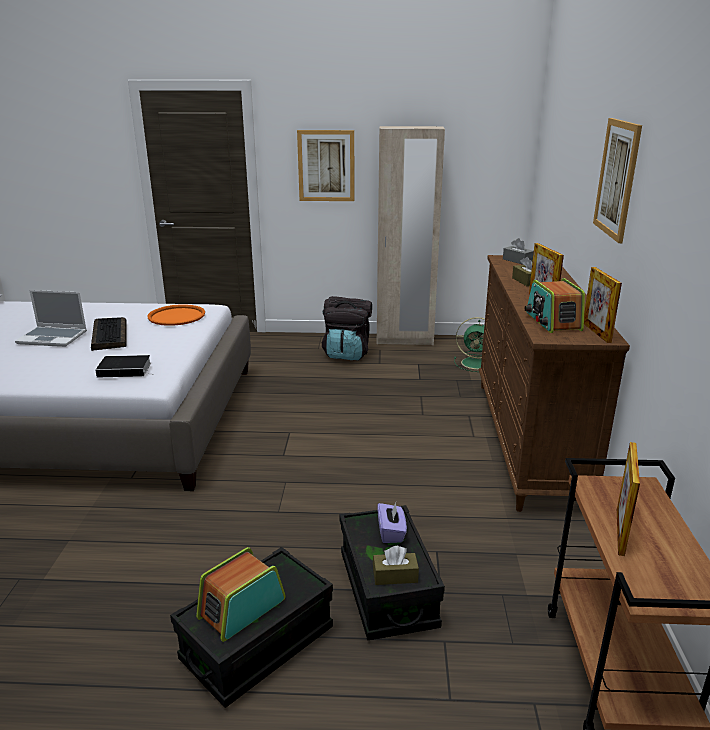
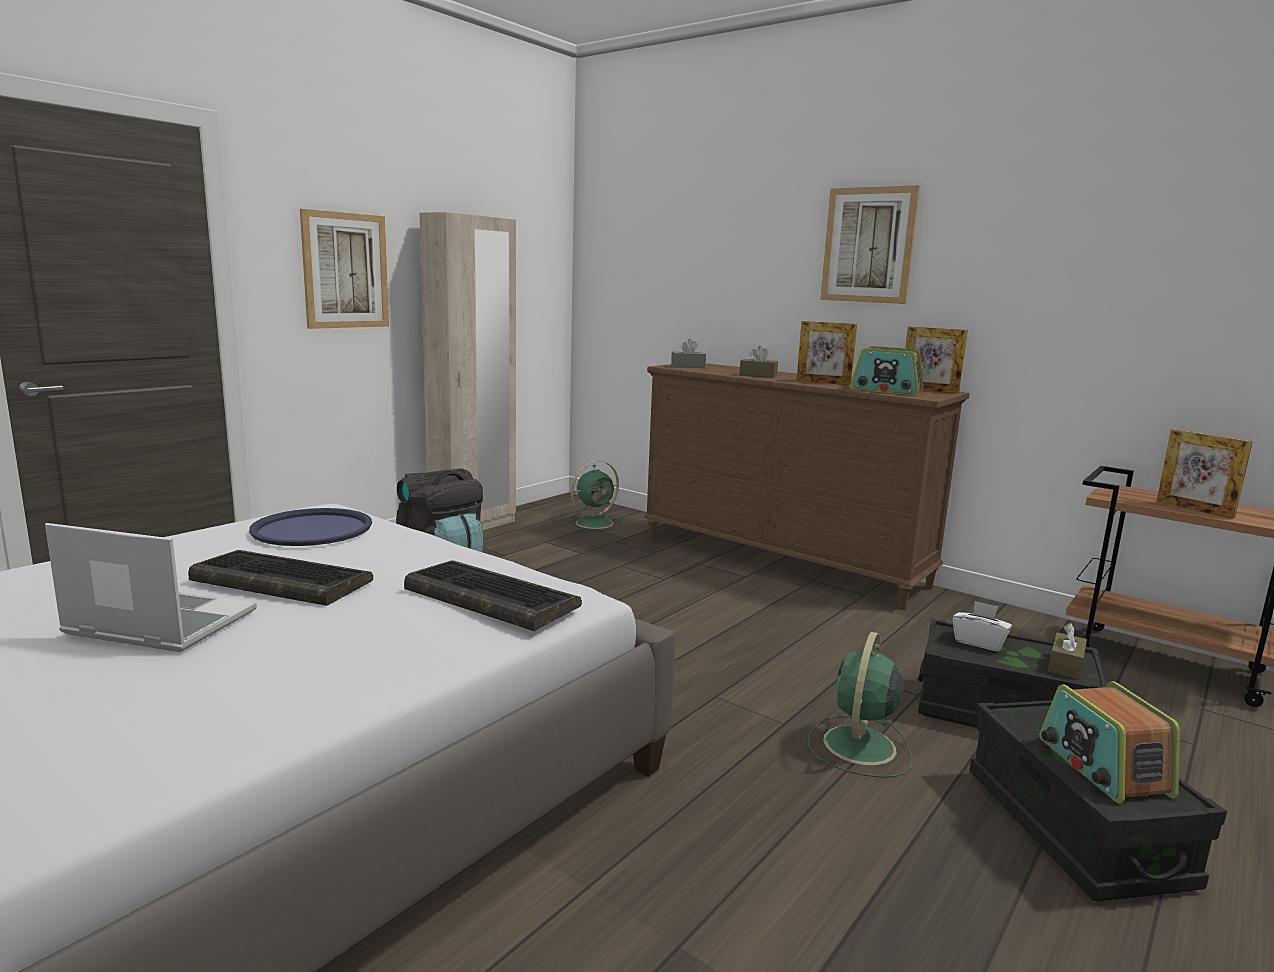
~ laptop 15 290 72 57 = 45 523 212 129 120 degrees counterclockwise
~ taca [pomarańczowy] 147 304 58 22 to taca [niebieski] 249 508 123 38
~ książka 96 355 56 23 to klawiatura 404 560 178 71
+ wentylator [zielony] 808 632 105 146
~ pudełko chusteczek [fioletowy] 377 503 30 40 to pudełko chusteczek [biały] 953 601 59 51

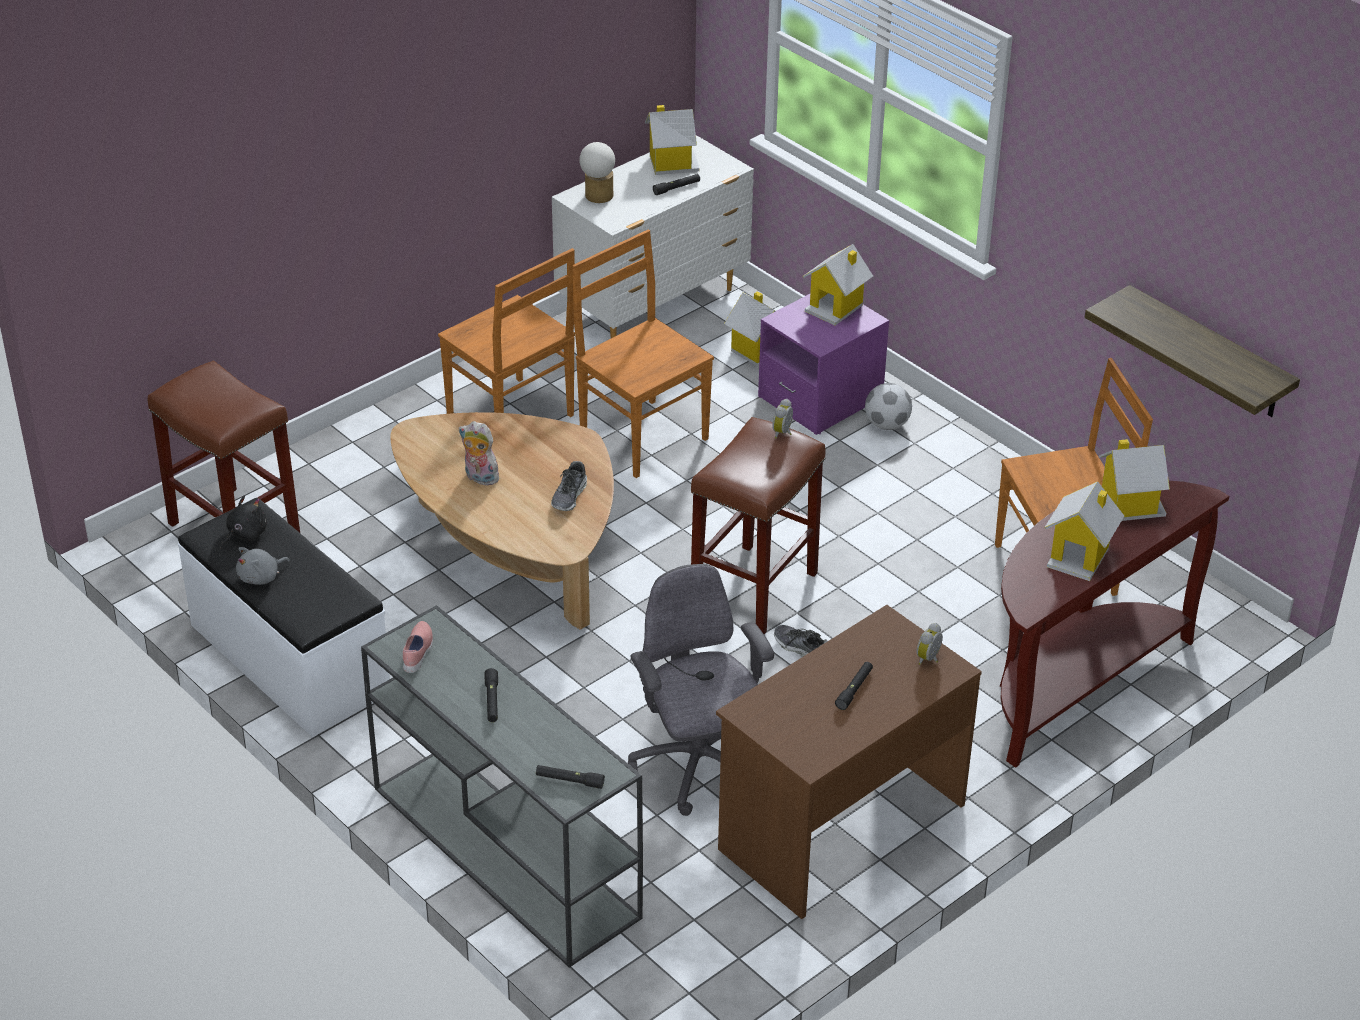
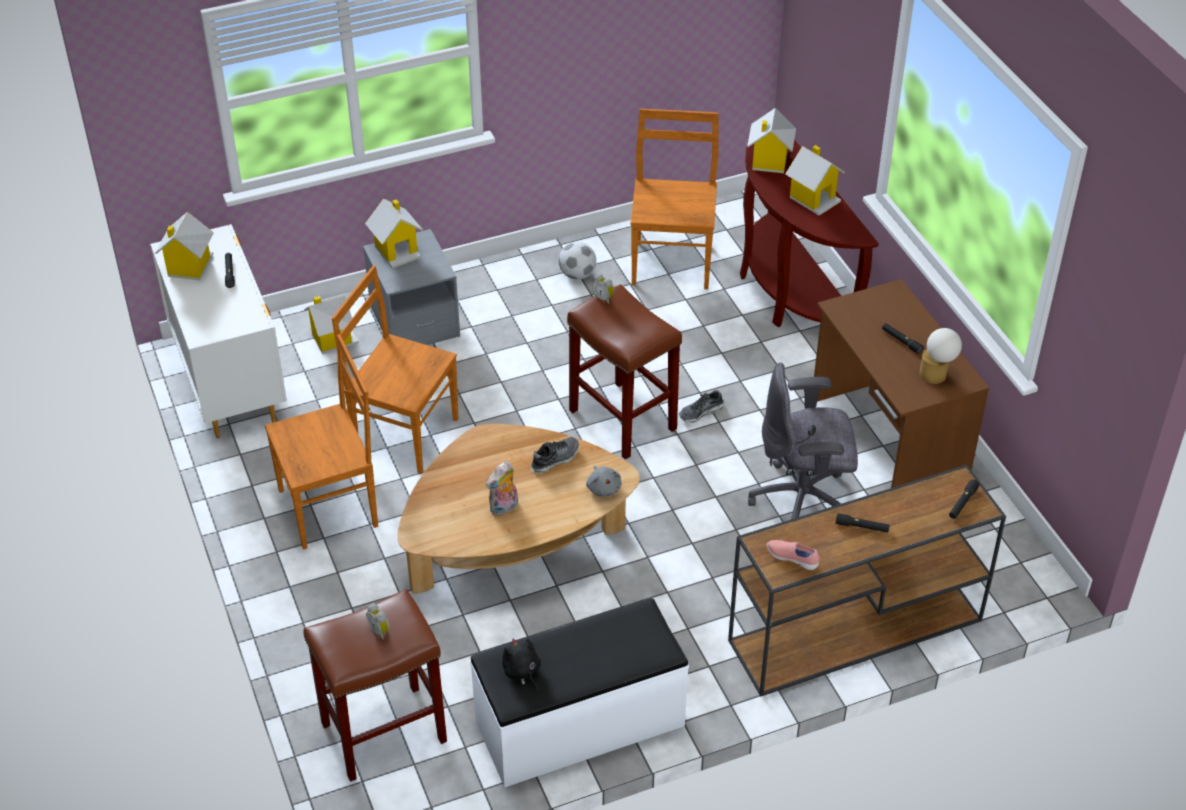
~ krzesło [brązowy] 572 230 142 248 = 332 265 126 209 45 degrees clockwise
~ szafka nocna [fioletowy] 758 294 131 141 to szafka nocna [szary] 363 229 97 116
~ budzik 916 623 27 42 to 366 604 24 36
~ but 551 461 36 50 = 531 437 48 37 75 degrees counterclockwise
~ piłka futbolowa 865 383 47 47 to 559 242 37 38
~ pluszak [szary] 236 547 54 38 to 586 465 35 32
~ stolik konsolowy [szary] 361 605 282 363 to stolik konsolowy [brązowy] 728 465 278 231
~ lampa stołowa 579 142 36 61 to 919 328 43 56
- półka 1085 285 215 132

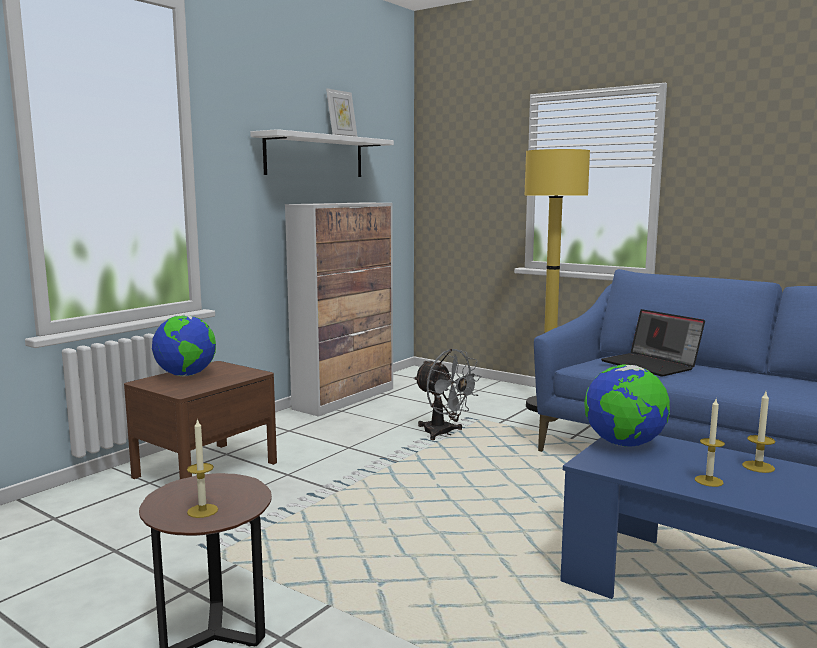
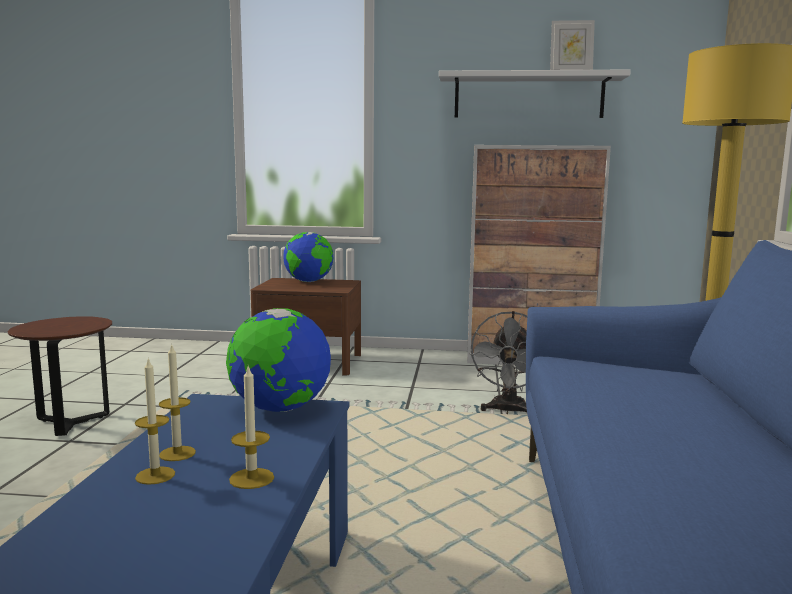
~ świeca 187 418 31 100 to 135 357 40 128
- laptop 601 309 104 67

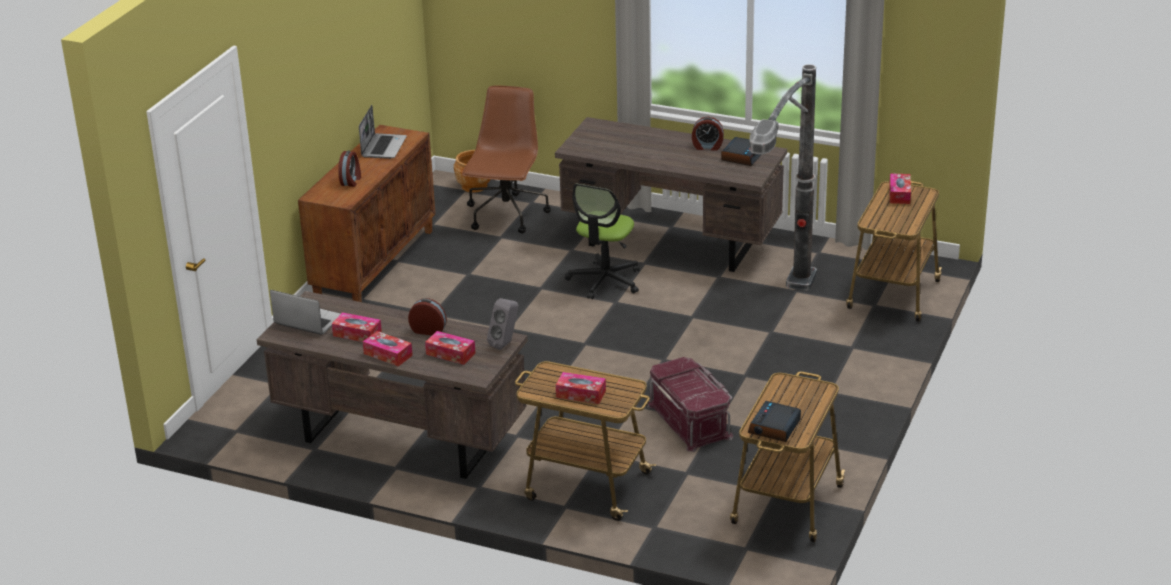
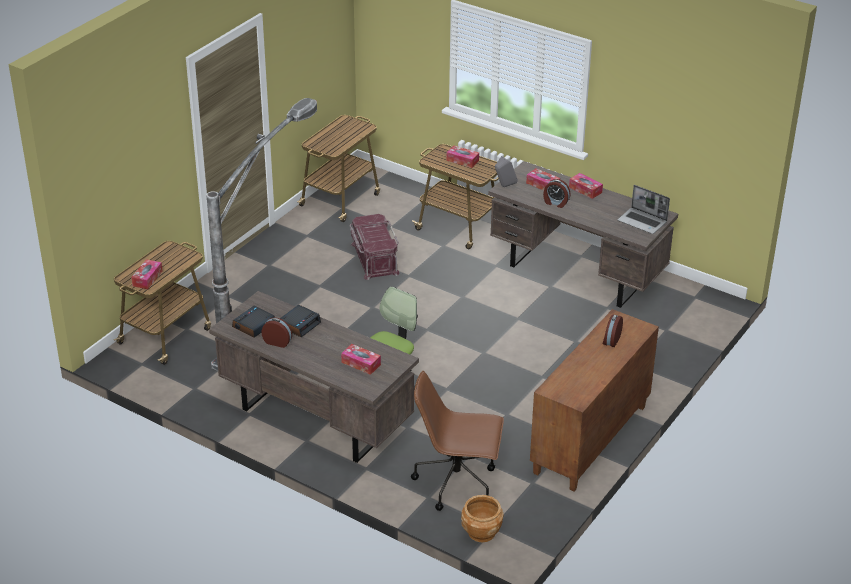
~ budzik 748 401 53 41 to 280 305 41 32
~ pudełko chusteczek 332 312 50 30 to 341 344 40 31
~ krzesło biurowe [brązowy] 462 85 89 148 = 411 371 93 140 75 degrees clockwise
- laptop 359 105 48 54

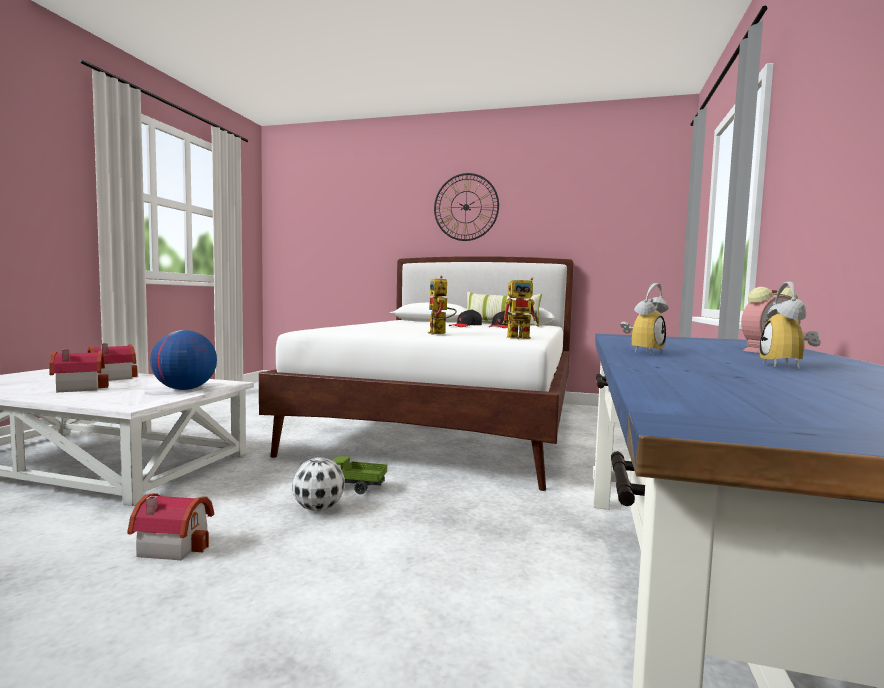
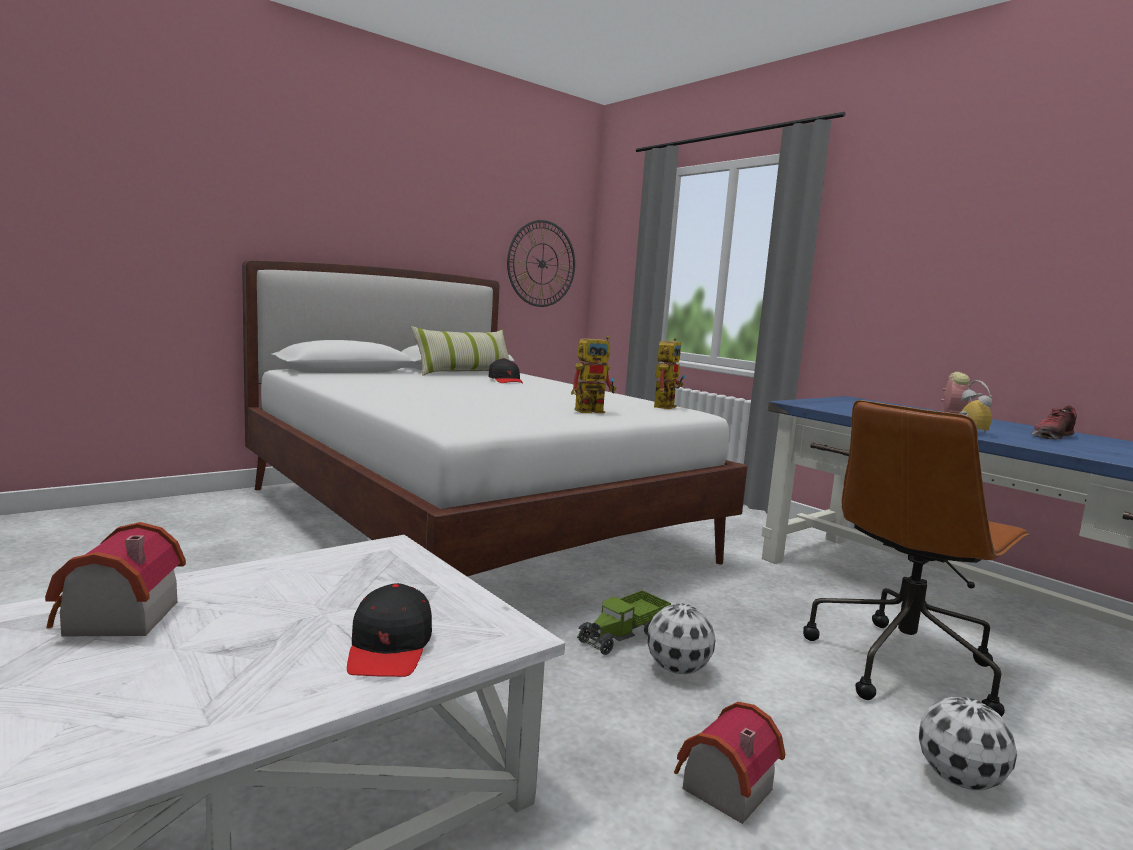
~ czapka z daszkiem [czarny] 449 309 33 18 to 347 583 85 94
~ zegar ścienny 434 173 65 68 to 507 220 68 87
~ robot zabawkowy 428 276 29 58 = 571 336 45 77 45 degrees counterclockwise
+ krzesło biurowe [brązowy] 803 400 228 317
+ piłka futbolowa 919 697 98 94
~ budzik 759 282 62 87 to but 1031 405 46 34
- domek 50 349 59 44
- globus 150 330 67 60

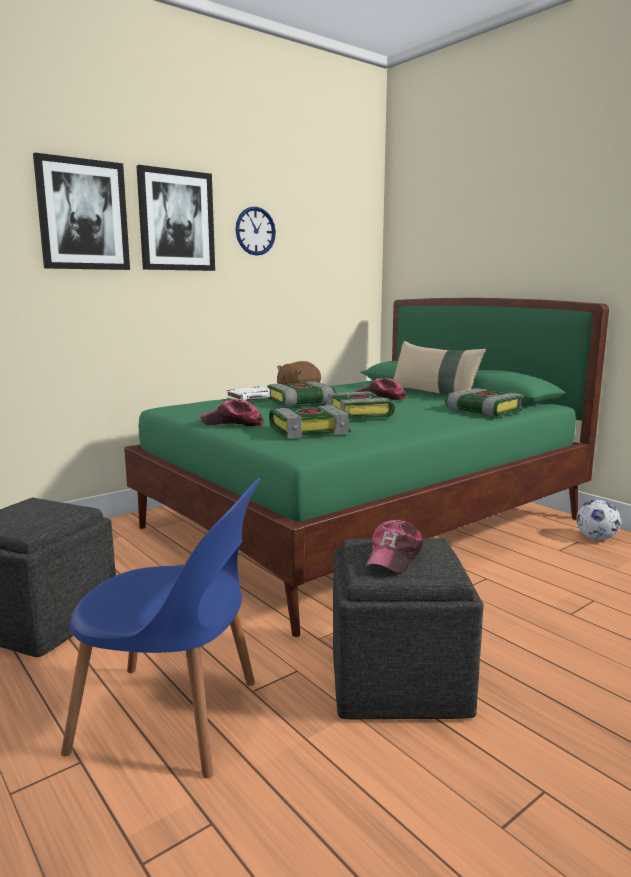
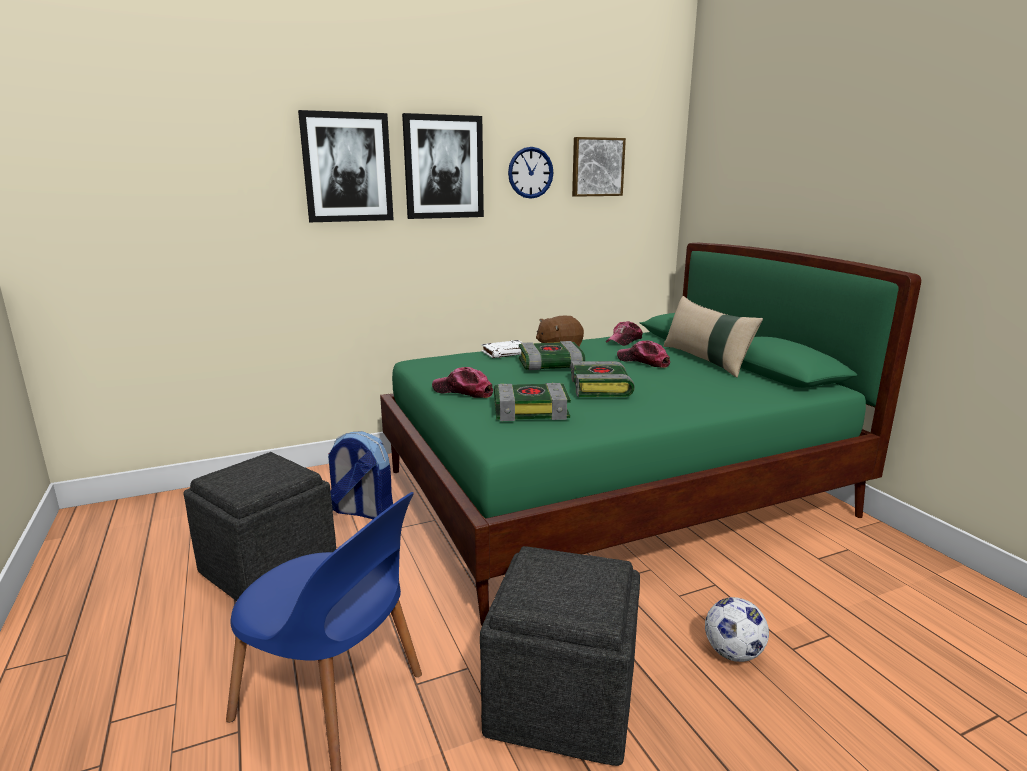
+ plecak 328 431 65 88
+ obraz 572 137 54 60
~ czapka z daszkiem 365 520 59 54 to 606 321 37 25
~ piłka futbolowa 576 500 45 40 to 705 597 64 65
- książka 445 388 79 28

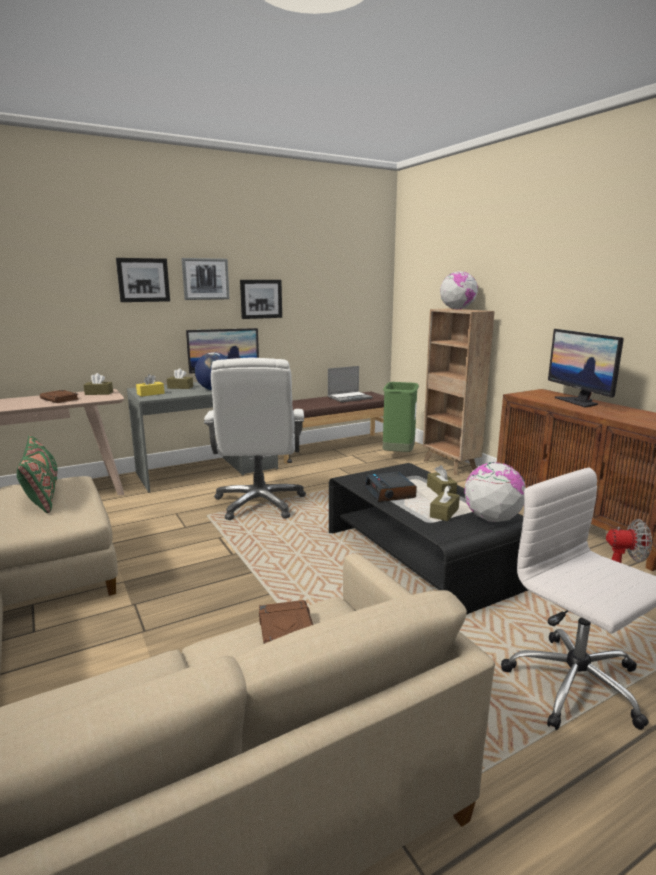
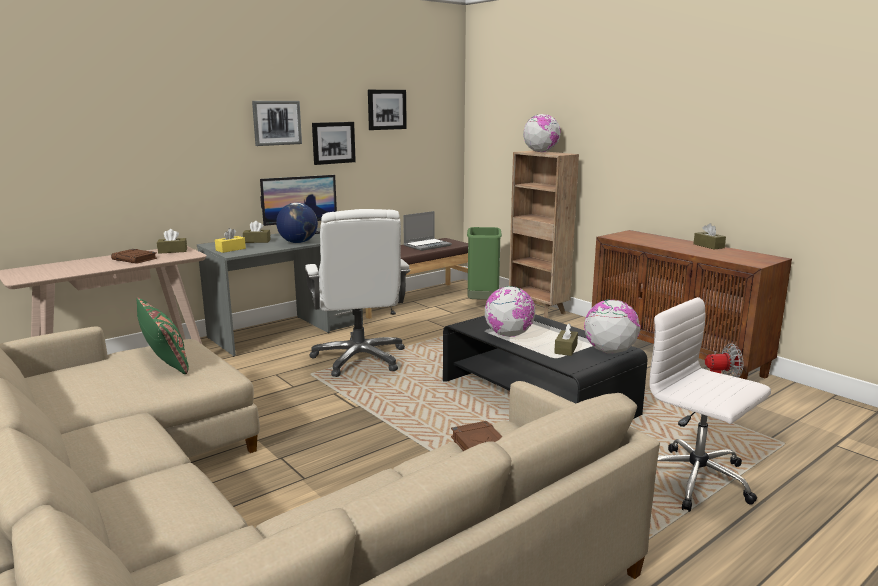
~ obraz 116 258 54 44 to 368 90 39 40
~ budzik 364 471 53 31 to globus 485 286 50 51
~ pudełko chusteczek [brązowy] 427 465 30 30 to 694 223 32 27
- monitor 548 329 76 79

